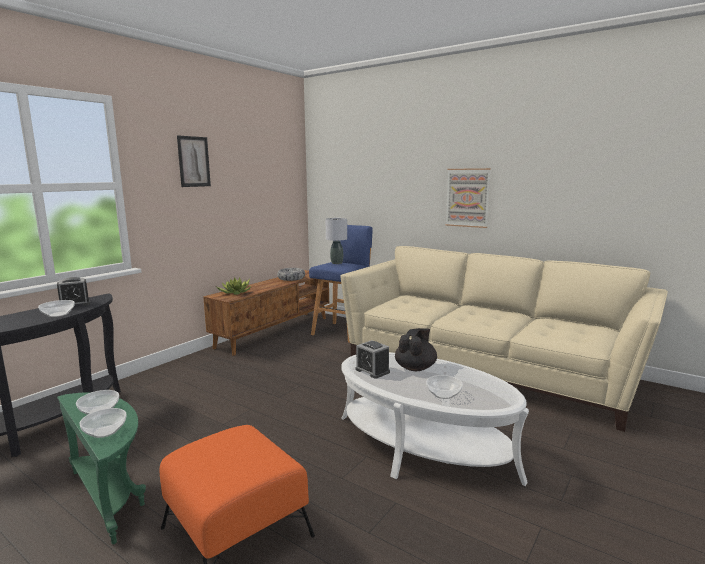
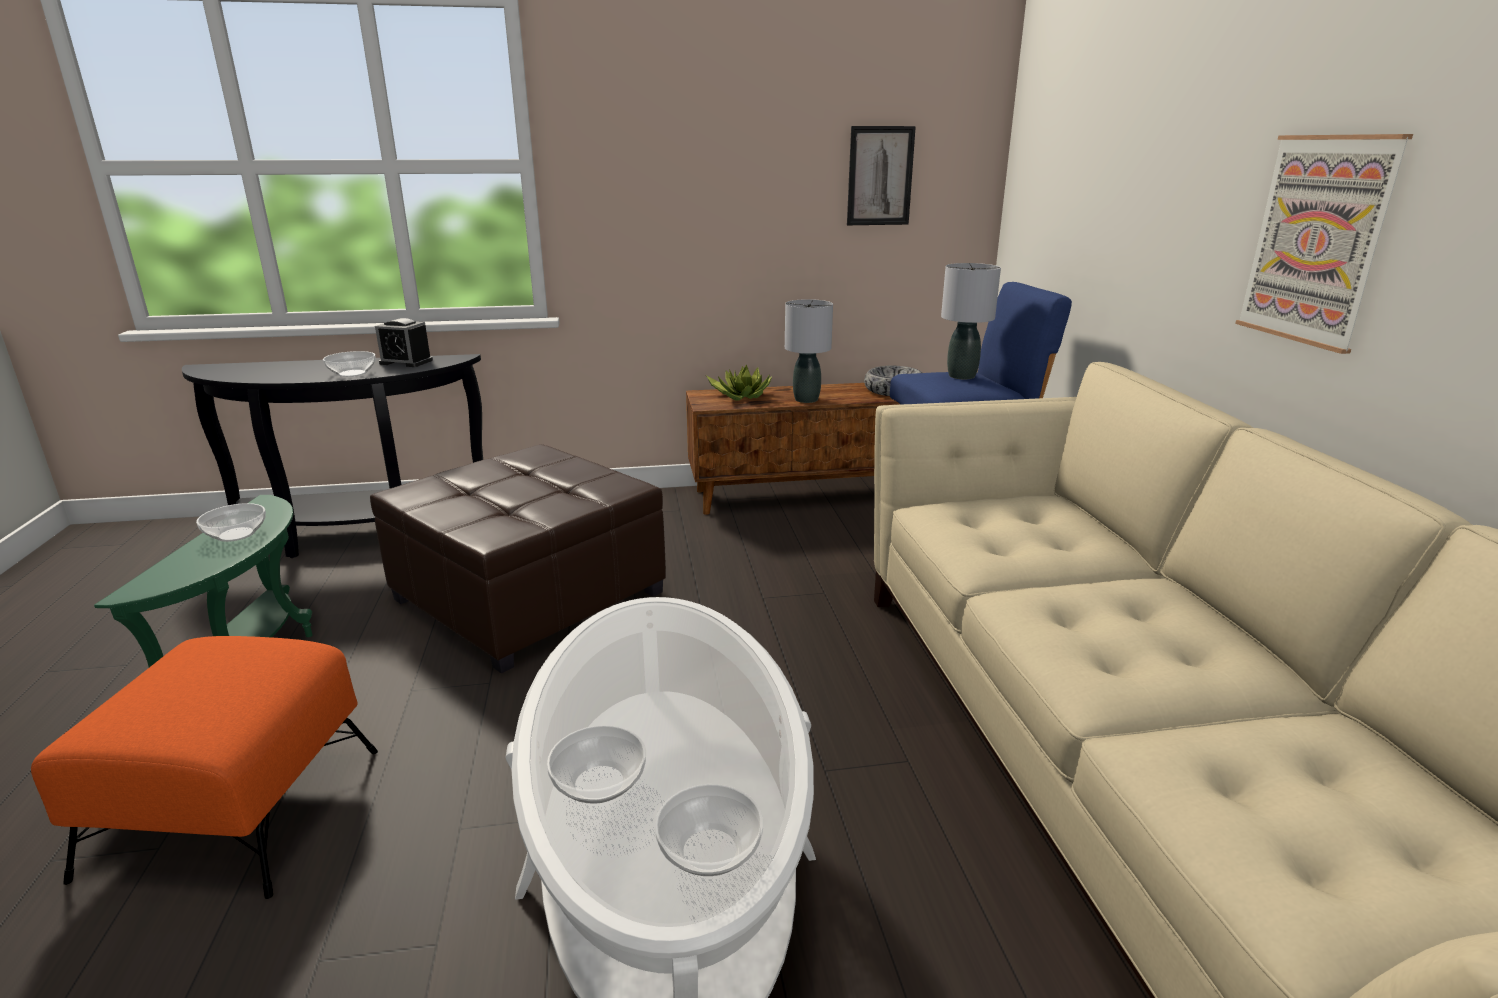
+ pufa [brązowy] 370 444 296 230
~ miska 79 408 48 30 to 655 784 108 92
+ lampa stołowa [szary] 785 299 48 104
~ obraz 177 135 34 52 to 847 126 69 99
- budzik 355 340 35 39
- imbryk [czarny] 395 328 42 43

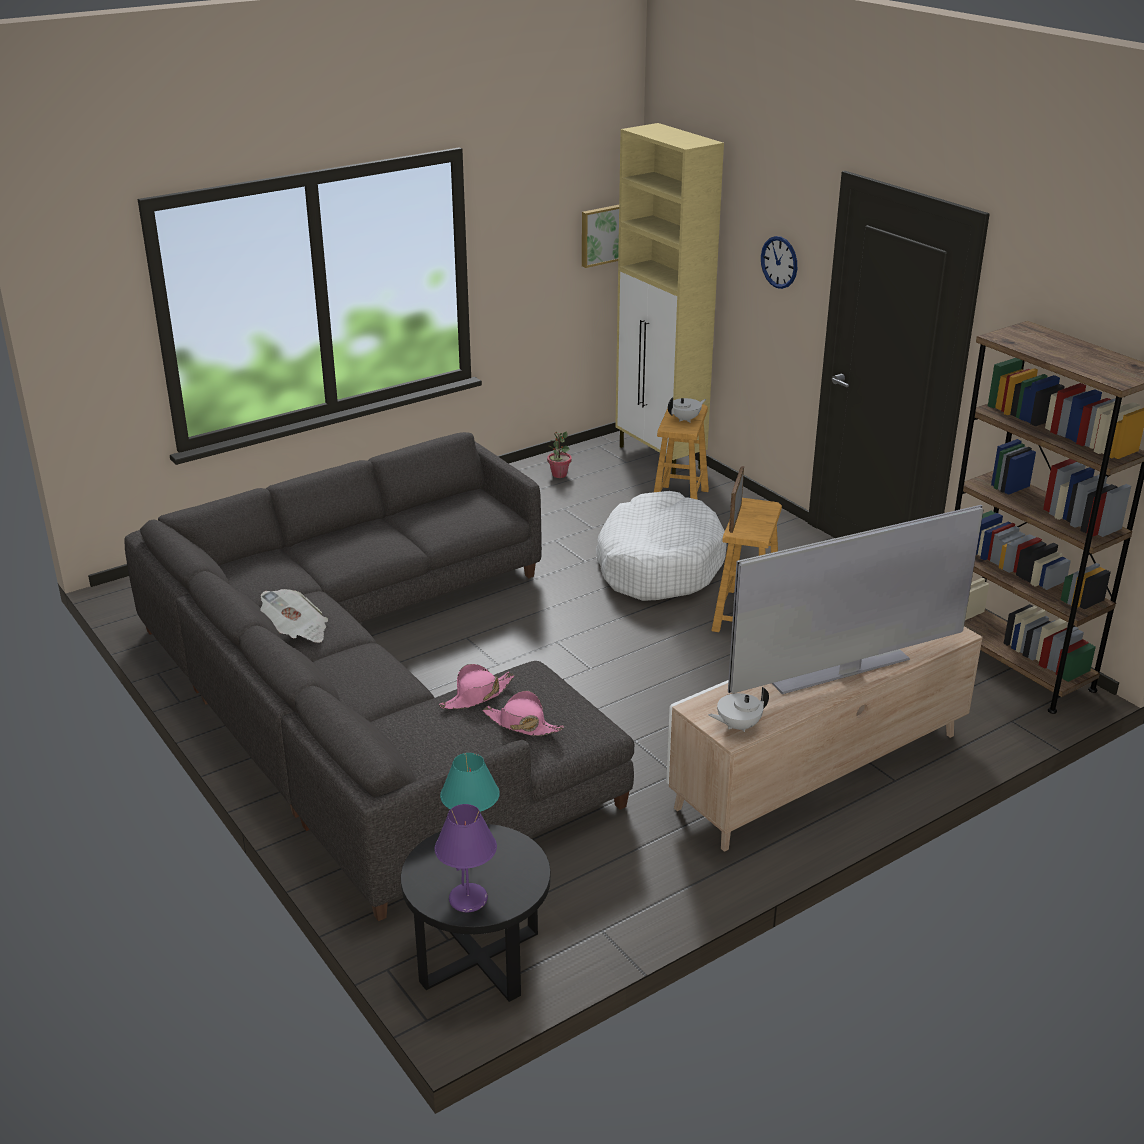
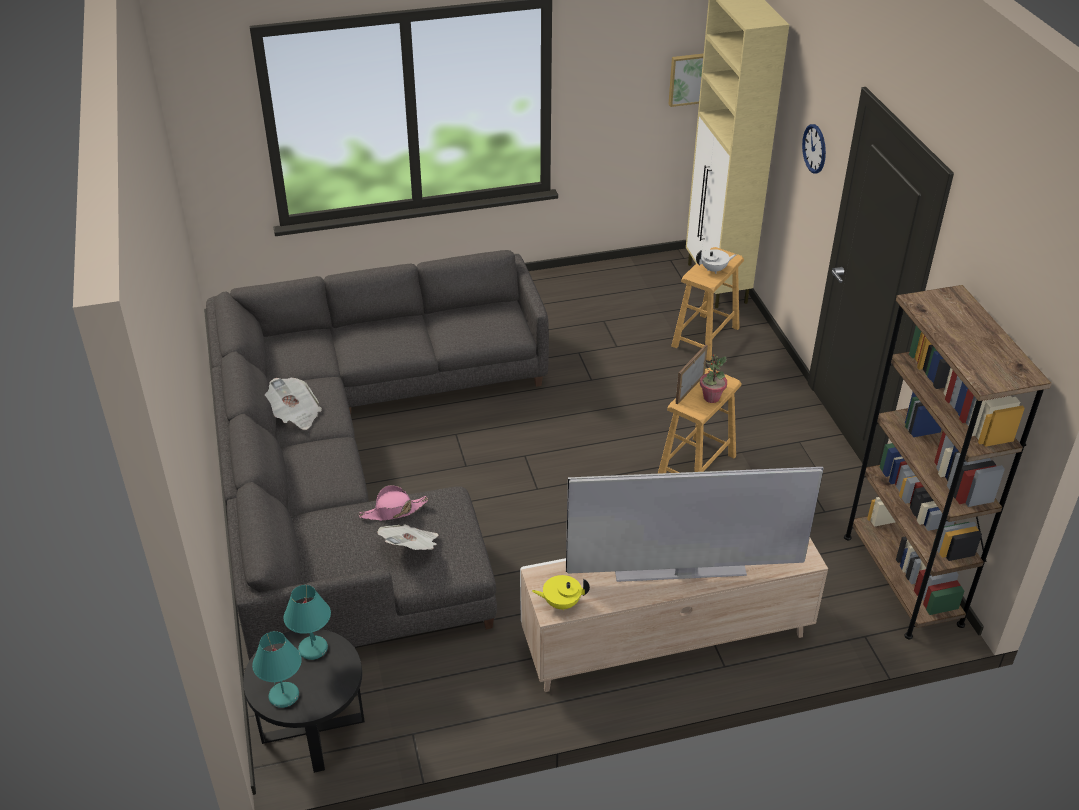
~ lampa stołowa [fioletowy] 435 804 62 108 to lampa stołowa [turkusowy] 252 631 50 77
~ kapelusz [różowy] 483 690 81 46 to gazeta 378 524 60 26
~ imbryk [biały] 709 687 60 45 to imbryk [żółty] 532 575 58 34
~ roślina doniczkowa 547 431 24 47 to 700 354 27 49
- legowisko [biały] 596 491 131 110

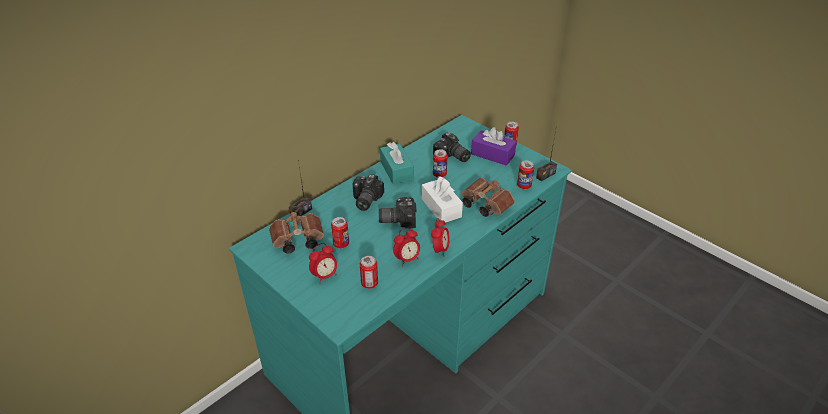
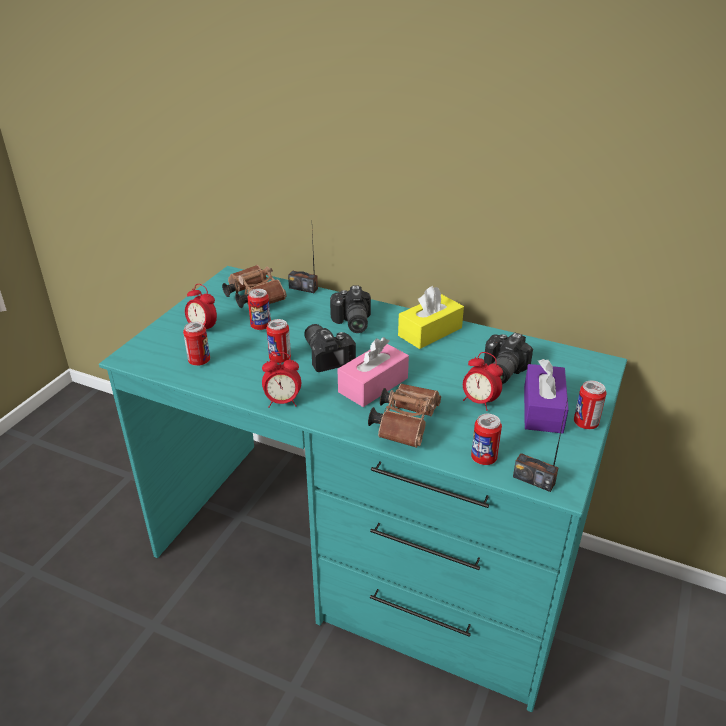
~ puszka 433 149 15 28 to 266 319 25 44
~ aparat fotograficzny 353 174 31 37 = 330 285 41 48 90 degrees counterclockwise
~ pudełko chusteczek [biały] 422 176 41 47 to pudełko chusteczek [różowy] 338 337 71 70
~ pudełko chusteczek [turkusowy] 380 142 34 43 to pudełko chusteczek [żółty] 398 286 66 63
~ budzik 393 227 27 39 to 463 352 40 59

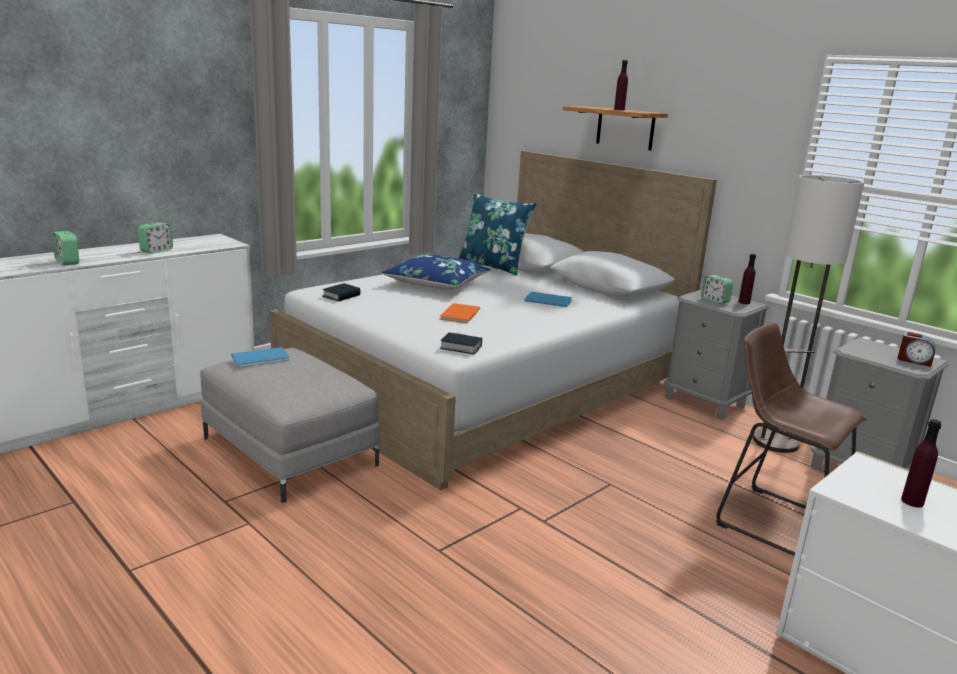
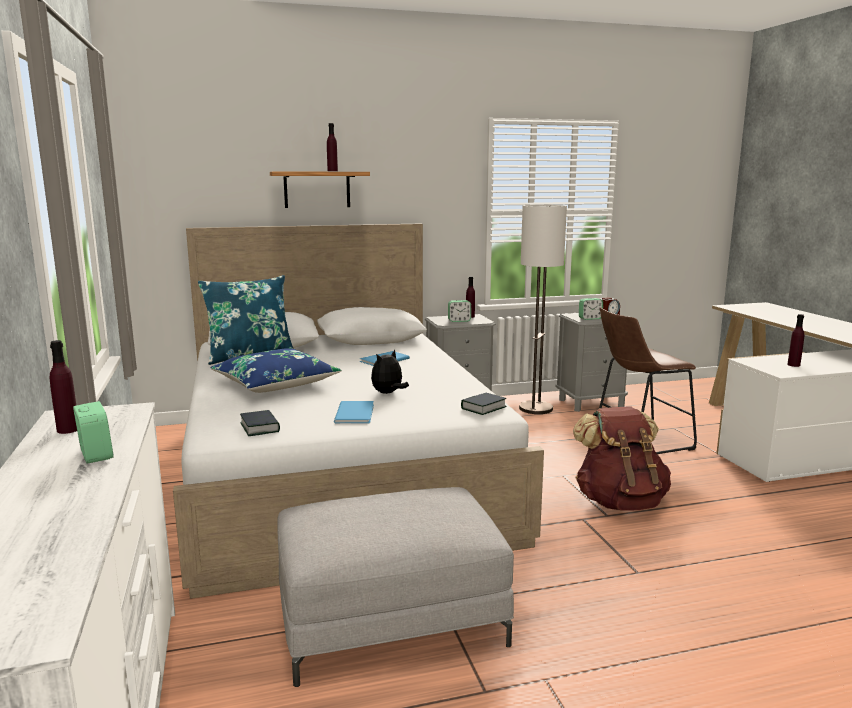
+ butelka [fioletowy] 50 340 27 94
~ książka [niebieski] 231 347 58 20 to 334 401 40 23
~ książka [pomarańczowy] 440 303 40 20 to pluszak 371 349 38 45
+ plecak [brązowy] 573 406 98 105
~ budzik 52 231 27 34 to 579 298 24 22

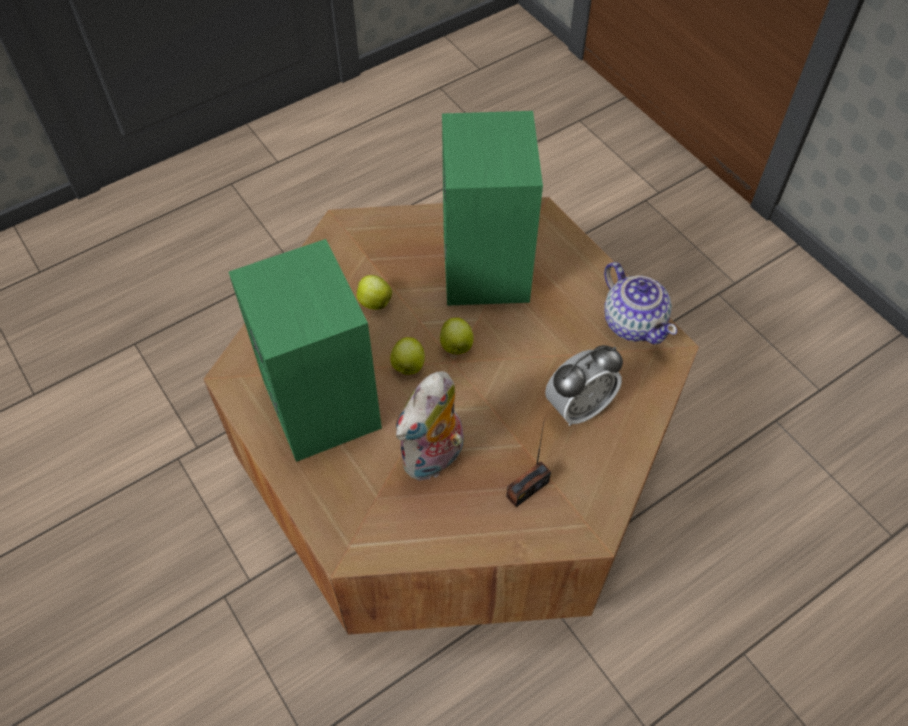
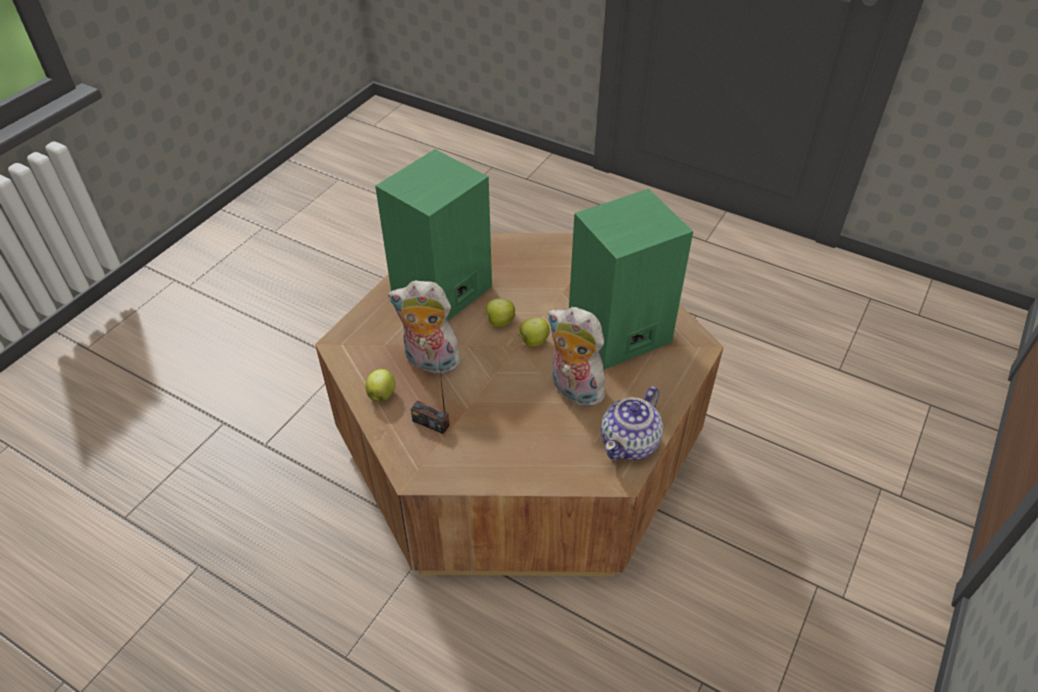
~ jabłko 357 275 35 35 to 365 369 31 33
+ pluszak 547 307 58 100
- budzik 545 345 78 81

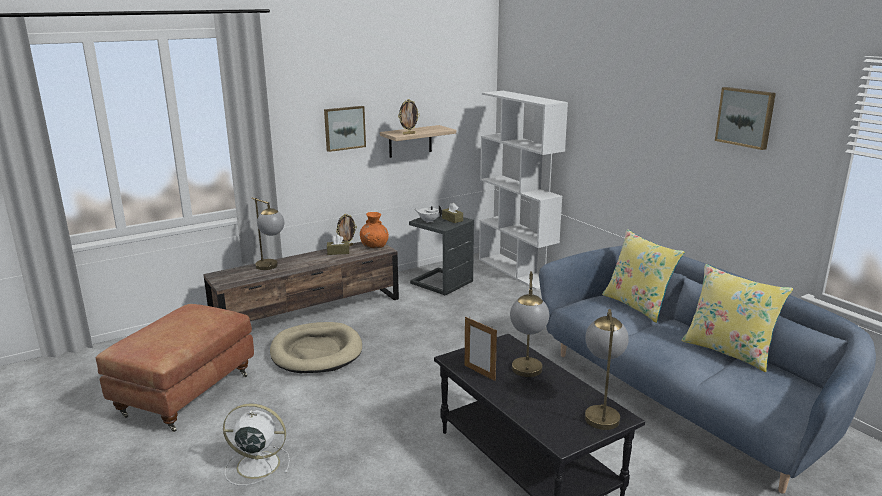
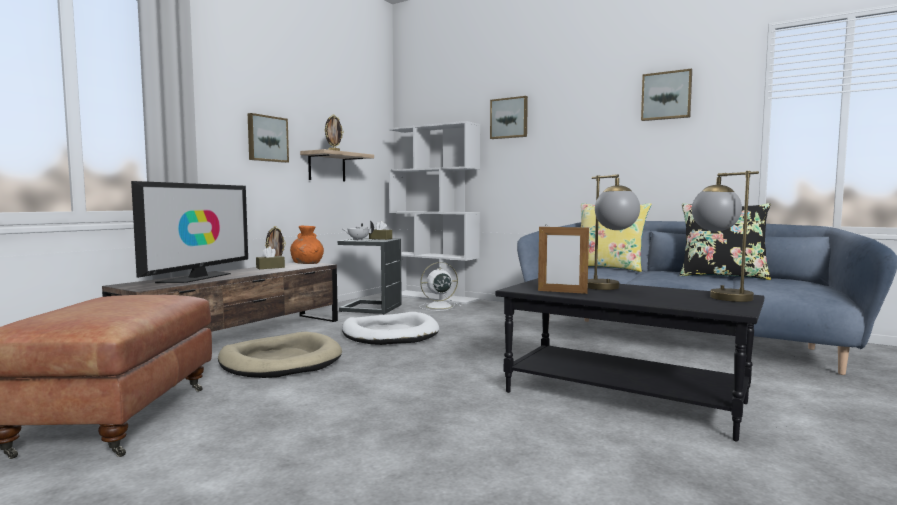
~ lampa stołowa 252 198 32 72 to telewizor 131 181 117 102
+ legowisko [biały] 342 312 98 33
~ wentylator [biały] 223 403 67 83 to 419 262 42 49
+ obraz 490 96 38 43
~ poduszka [żółty] 681 264 112 108 to poduszka [czarny] 679 203 92 77

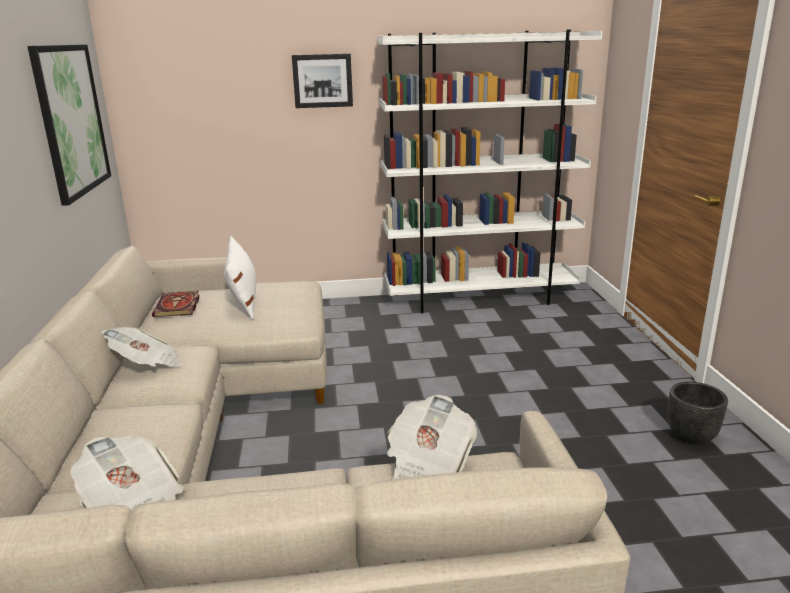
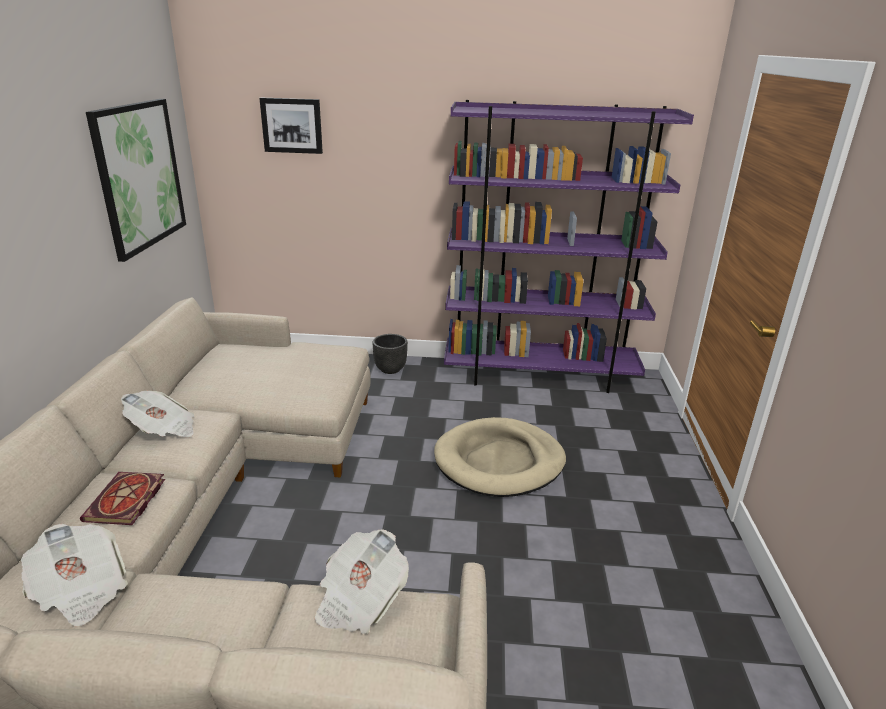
~ książka 152 291 48 26 to 80 472 85 53
~ obraz 292 54 61 54 to 259 98 64 56
~ donica [czarny] 668 382 60 63 to 373 334 35 40
+ legowisko [beżowy] 434 417 132 80
~ regał [biały] 377 29 226 284 to regał [fioletowy] 444 100 250 293
- poduszka [biały] 224 236 32 83

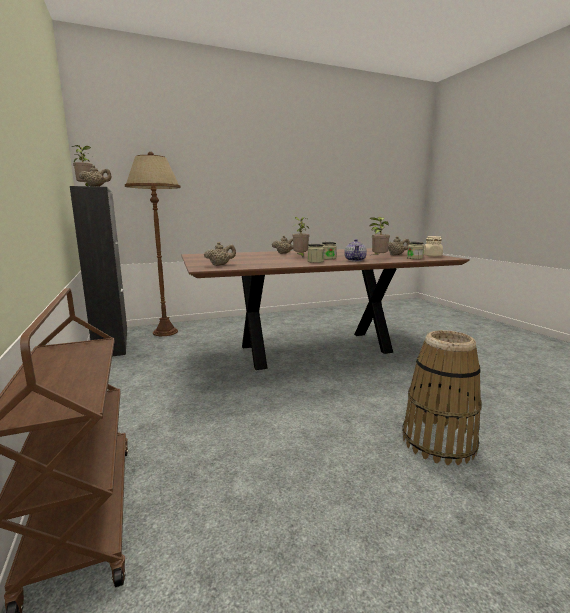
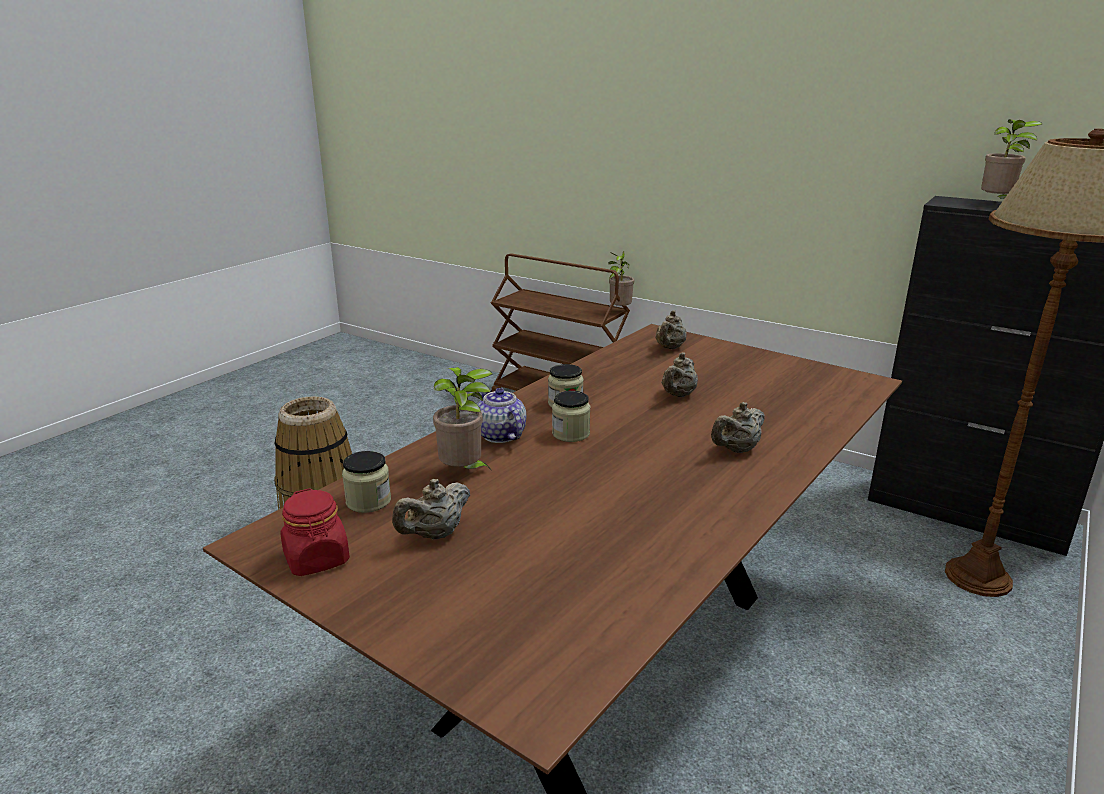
~ słoik [beżowy] 423 236 20 21 to słoik [czerwony] 280 488 70 88
~ roślina doniczkowa 292 217 17 41 to 609 251 25 55
~ imbryk [beżowy] 79 165 33 22 to 661 353 37 44

